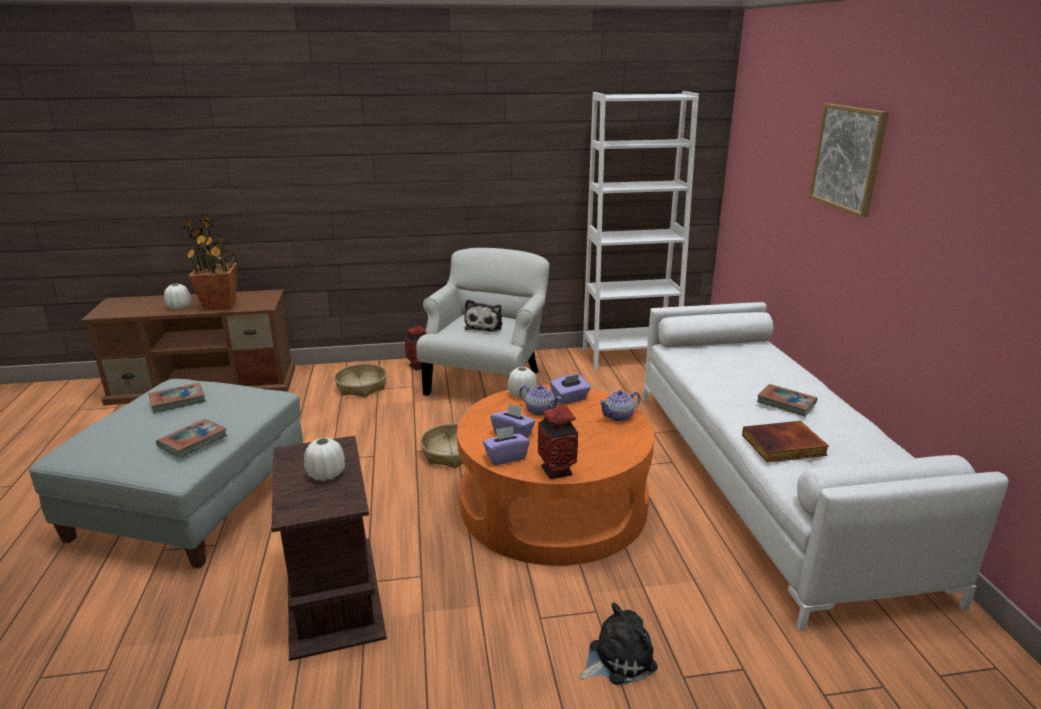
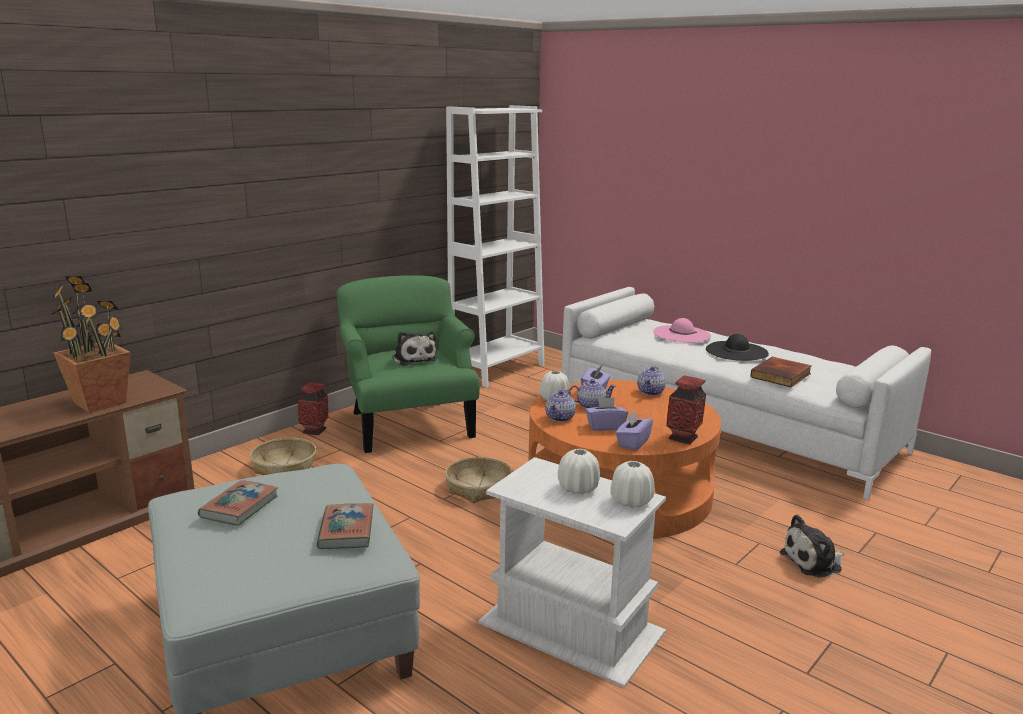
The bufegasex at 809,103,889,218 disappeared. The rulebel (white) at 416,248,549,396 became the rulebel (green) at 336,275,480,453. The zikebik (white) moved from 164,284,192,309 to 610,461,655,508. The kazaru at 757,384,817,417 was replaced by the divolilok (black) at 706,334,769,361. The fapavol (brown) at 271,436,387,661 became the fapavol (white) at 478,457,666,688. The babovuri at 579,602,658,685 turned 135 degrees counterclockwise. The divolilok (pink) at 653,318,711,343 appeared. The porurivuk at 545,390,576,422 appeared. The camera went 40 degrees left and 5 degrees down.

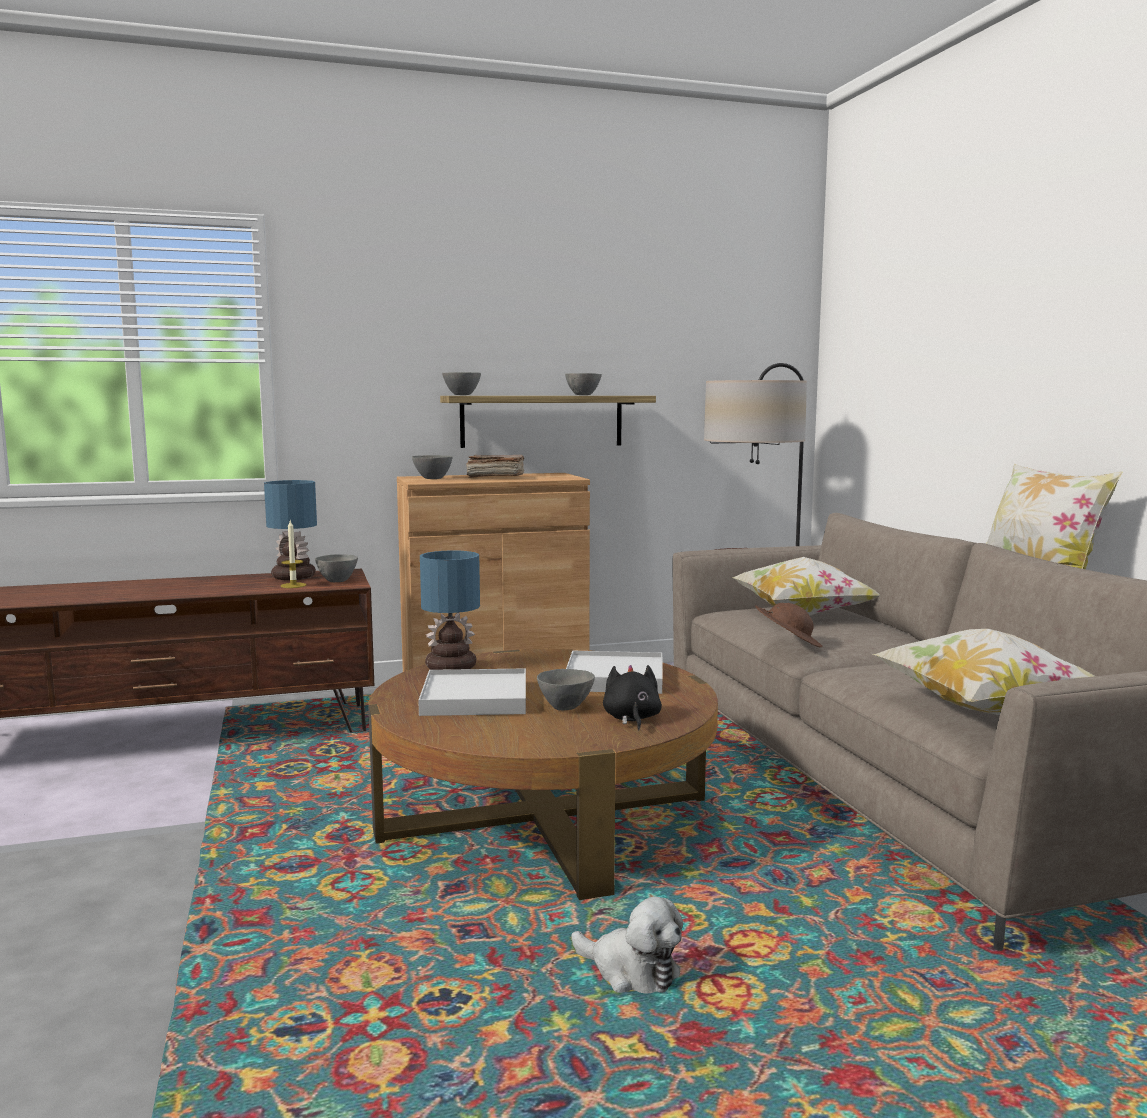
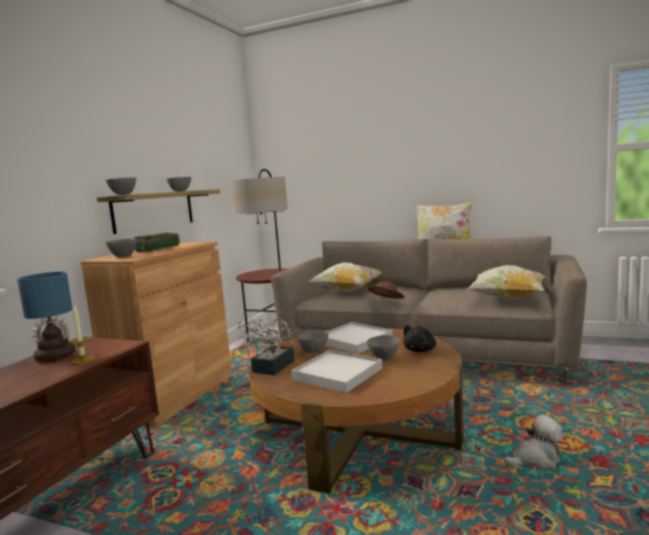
The kazaru (brown) at 466,455,524,478 became the kazaru (green) at 134,233,180,252. The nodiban at 420,550,480,670 was replaced by the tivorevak at 238,319,294,375. The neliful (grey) moved from 315,554,358,582 to 297,331,328,354. The babovuri (black) at 603,665,662,730 turned 90 degrees counterclockwise. The camera went 50 degrees left and 0 degrees up.

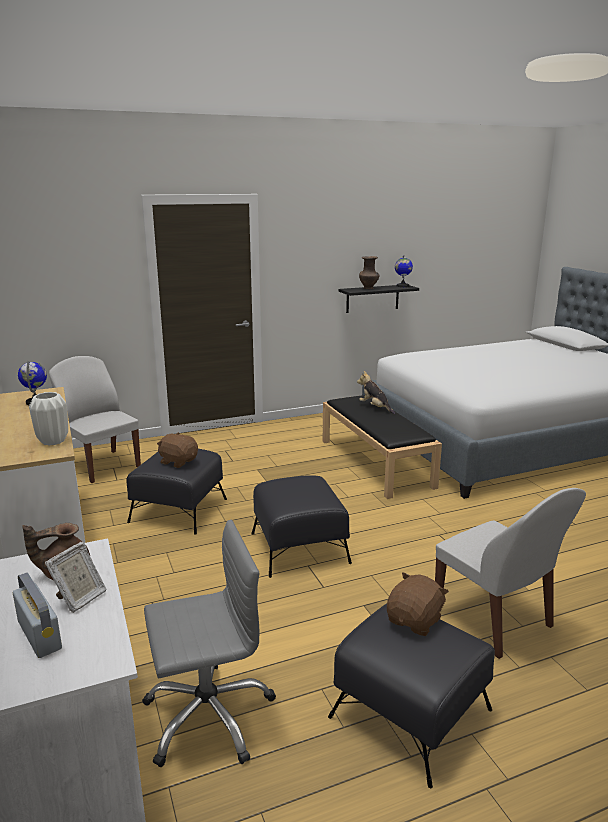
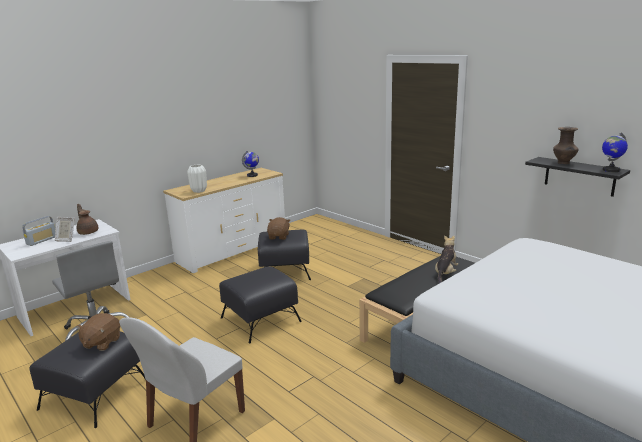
The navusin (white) at 49,356,141,483 disappeared. The babovuri (brown) at 387,572,449,636 turned 90 degrees clockwise. The camera went 70 degrees right and 0 degrees up.

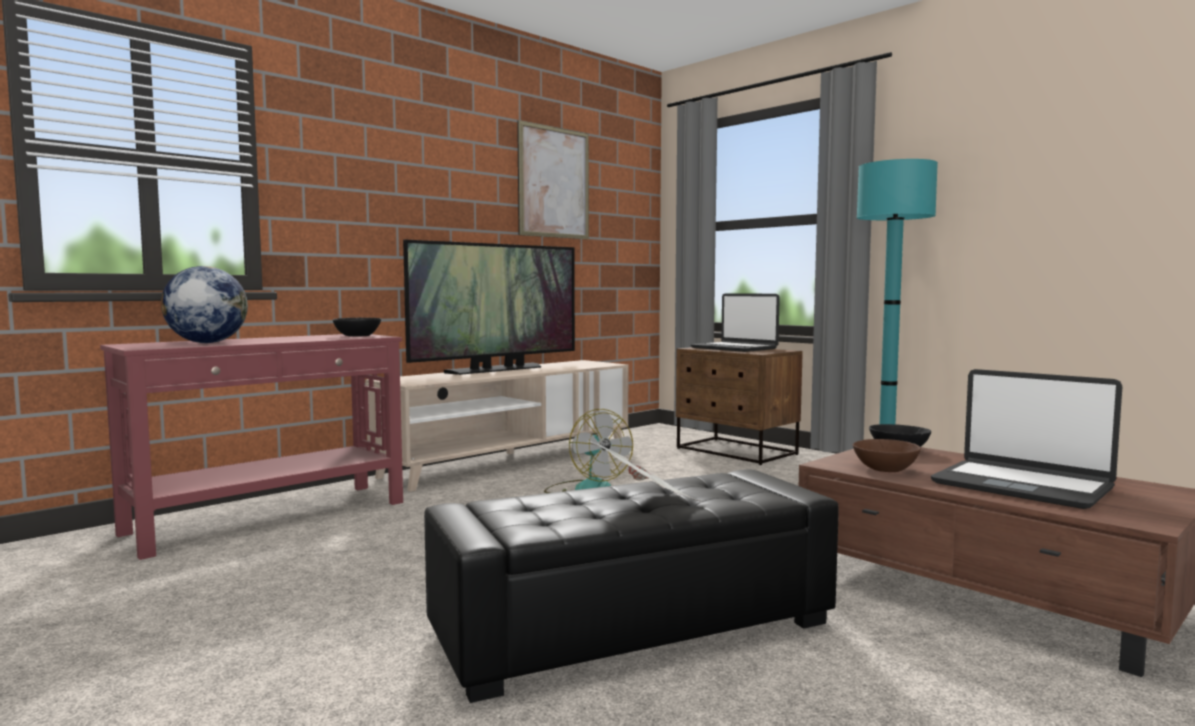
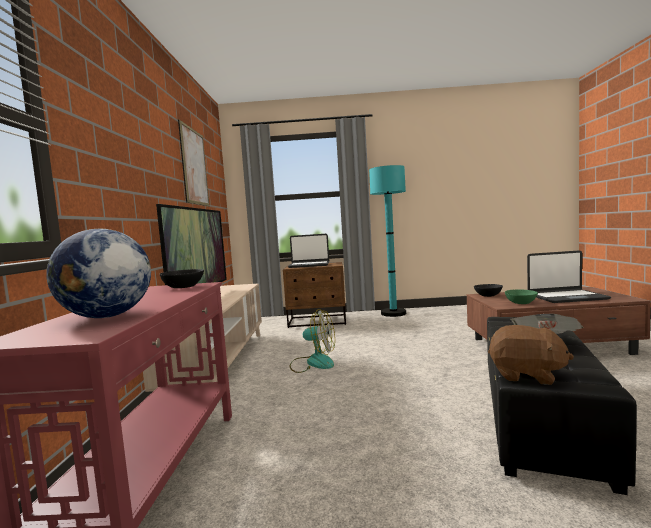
The neliful (brown) at 853,439,921,472 became the neliful (green) at 505,289,538,304. The babovuri (brown) at 488,325,574,385 appeared. The camera went 45 degrees left and 0 degrees up.

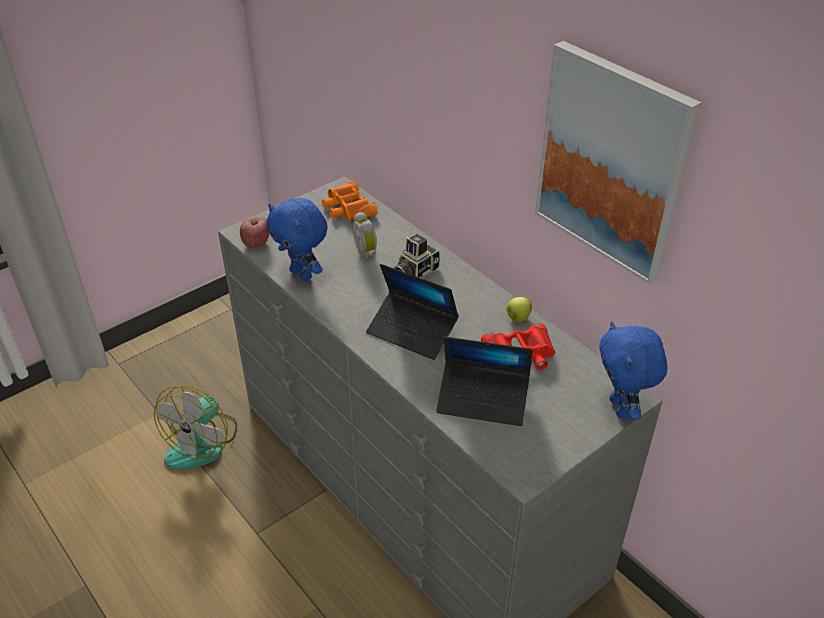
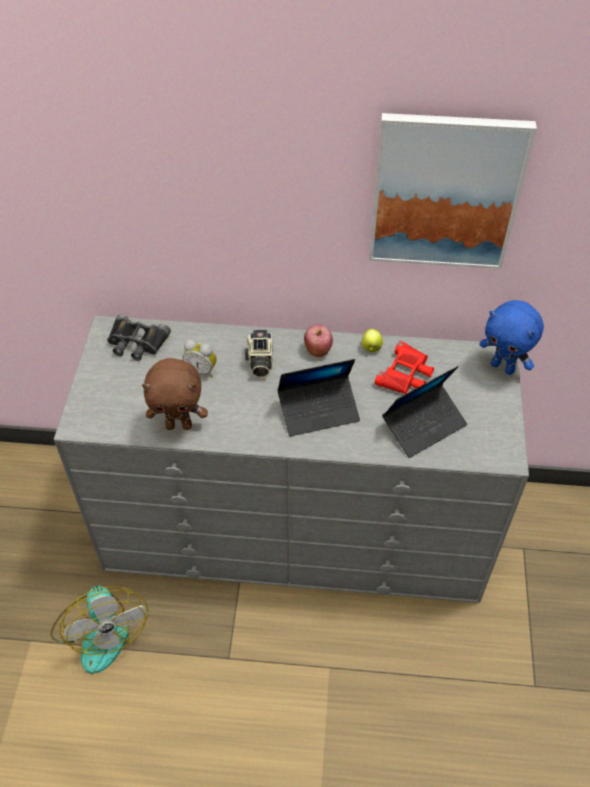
The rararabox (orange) at 322,181,378,221 became the rararabox (black) at 107,314,171,361. The babovuri (blue) at 267,198,328,281 became the babovuri (brown) at 142,358,208,430. The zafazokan moved from 240,216,269,248 to 304,324,333,357. The camera went 45 degrees left and 10 degrees up.

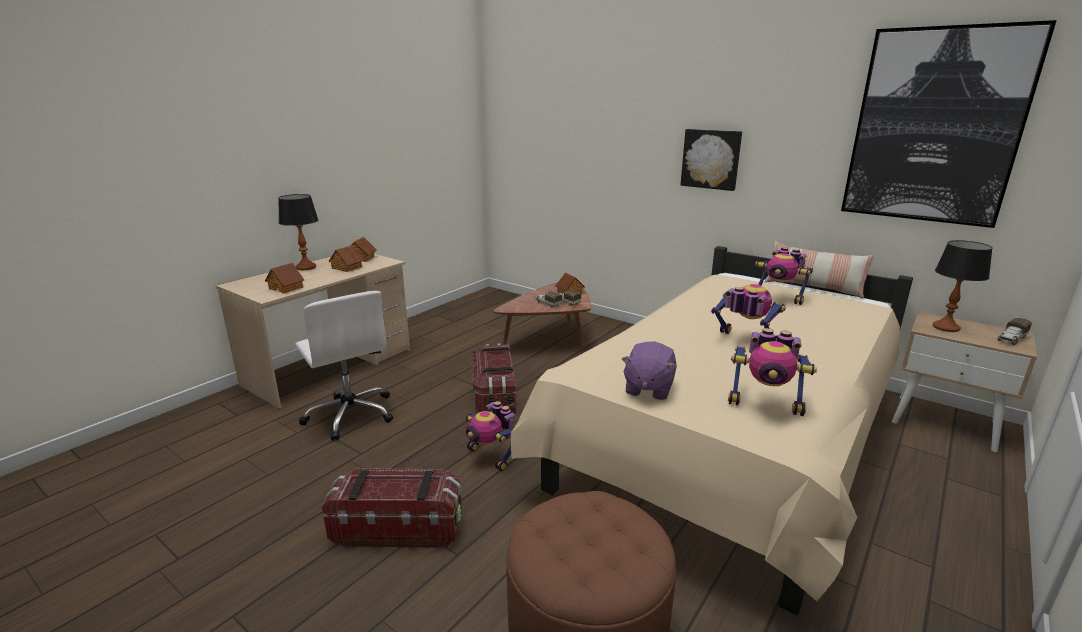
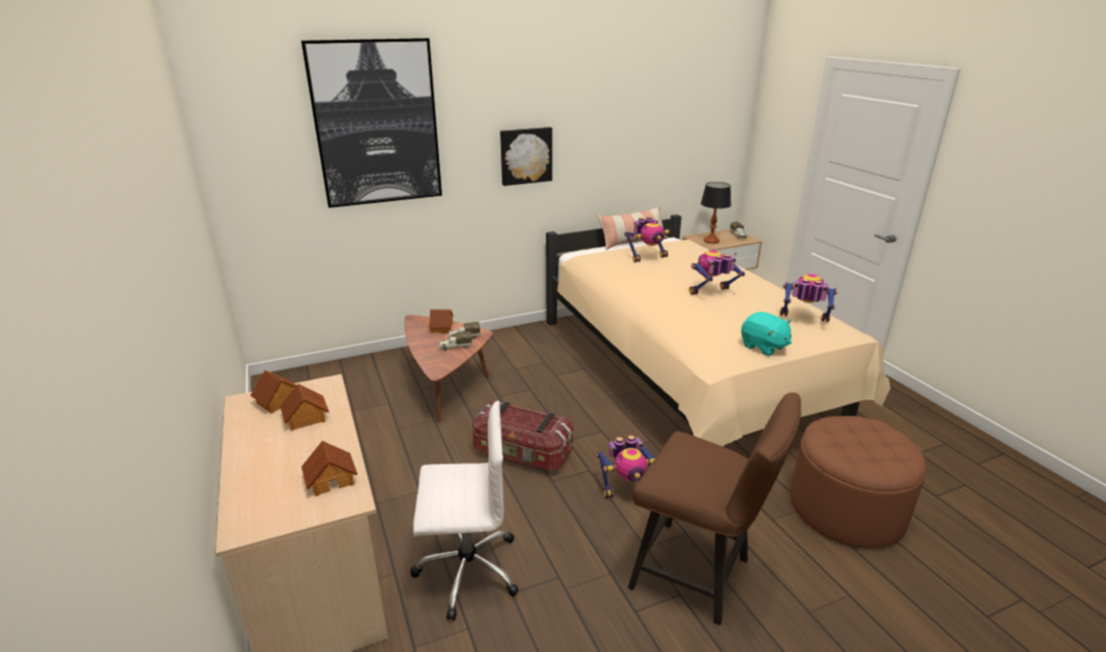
The bufegasex moved from 841,20,1057,228 to 301,38,442,208. The nodiban at 278,194,318,270 disappeared. The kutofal at 728,328,817,416 turned 120 degrees counterclockwise. The babovuri (purple) at 622,341,676,400 became the babovuri (turquoise) at 741,312,792,356. The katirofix at 322,468,462,548 was replaced by the navusin (brown) at 628,392,801,625. The camera went 60 degrees left and 5 degrees up.

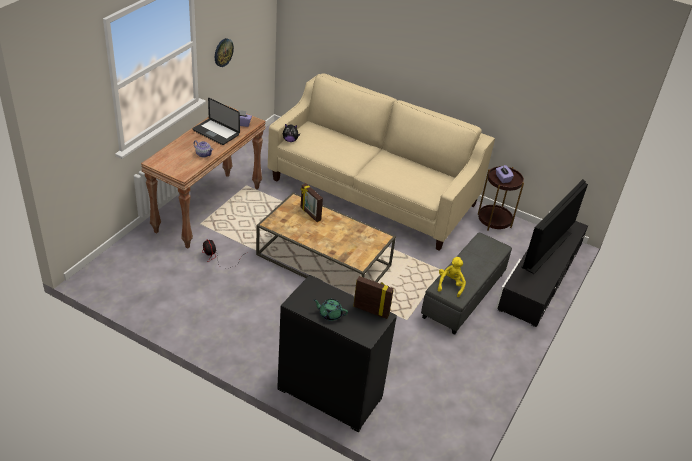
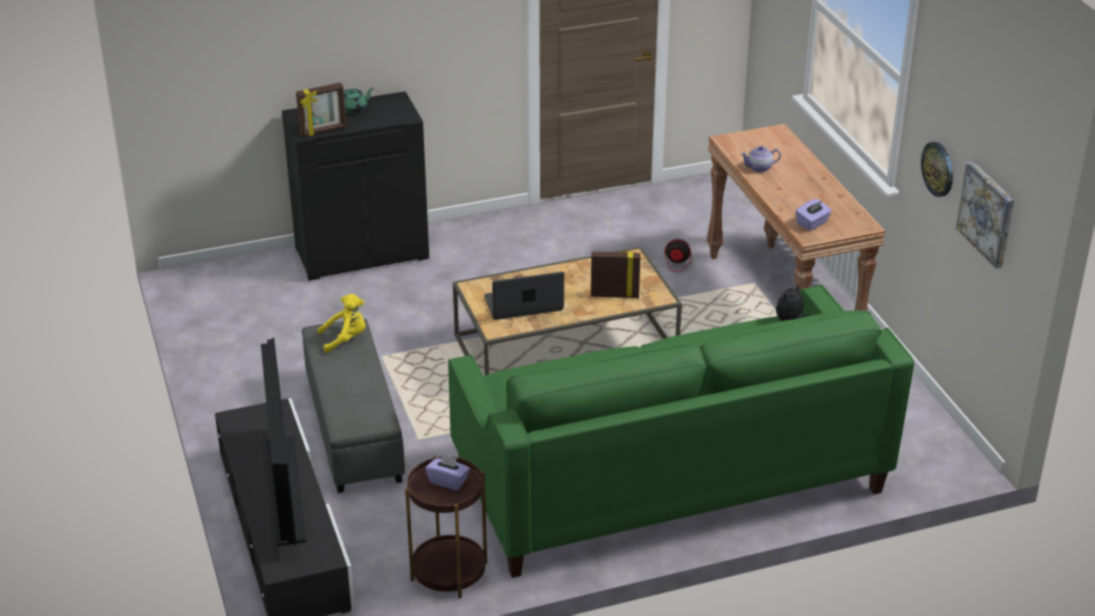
The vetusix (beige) at 268,73,495,251 became the vetusix (green) at 448,284,914,578. The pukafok moved from 192,98,240,145 to 485,272,564,320. The babovuri (yellow) at 438,257,466,297 turned 75 degrees counterclockwise. The bufegasex at 956,161,1014,268 appeared. The camera went 135 degrees right and 5 degrees down.

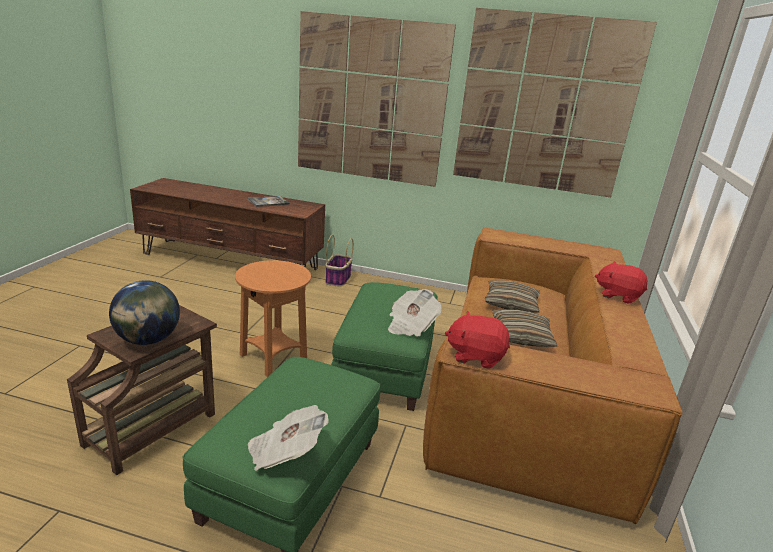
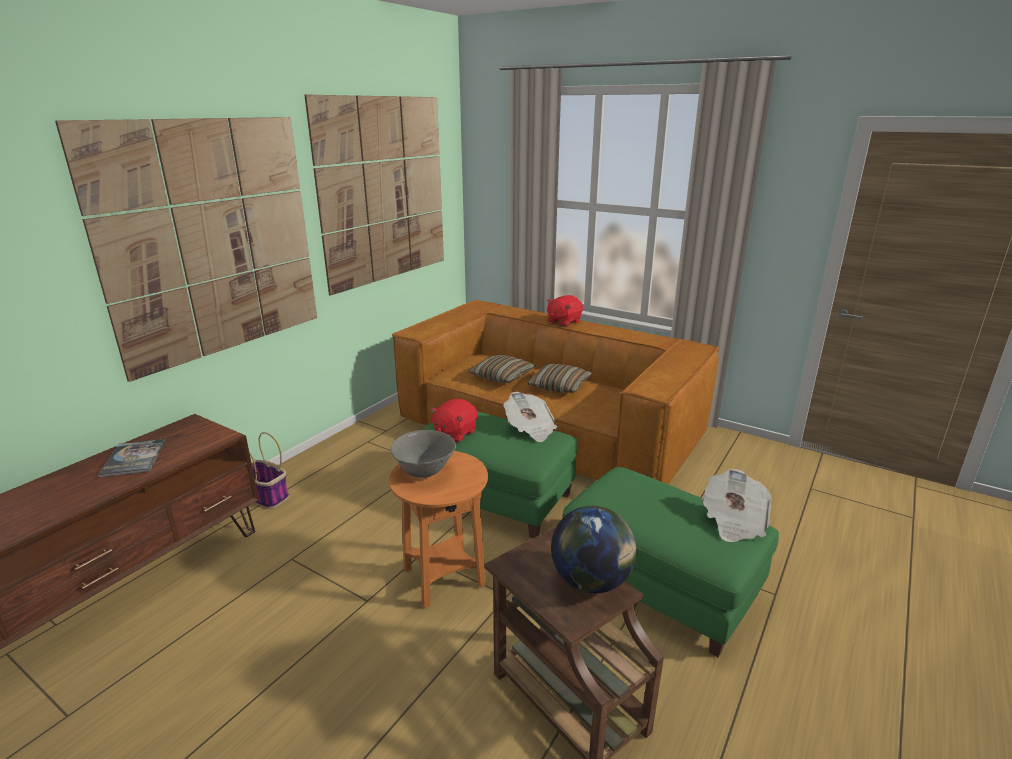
The babovuri (red) moved from 445,311,510,369 to 430,399,478,443. The neliful (grey) at 390,430,456,478 appeared. The camera went 70 degrees left and 0 degrees up.

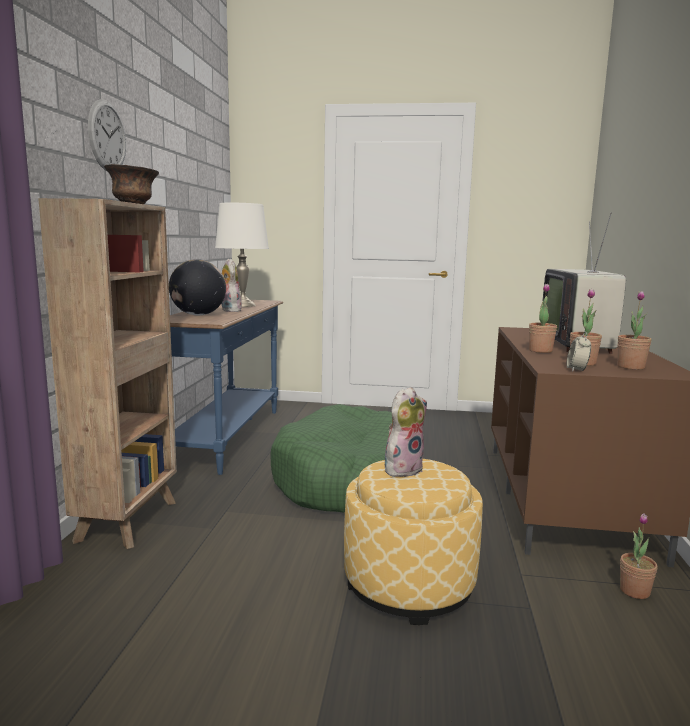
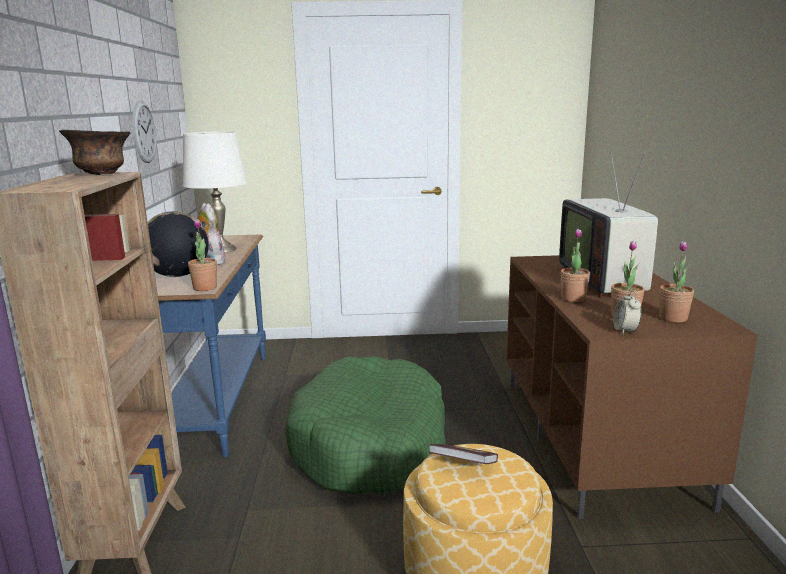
The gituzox moved from 88,99,126,171 to 132,100,157,163. The babovuri at 384,387,427,477 was replaced by the kazaru at 429,444,498,464. The tivorevak moved from 620,513,657,599 to 188,219,217,291. The camera went 10 degrees left and 5 degrees up.

